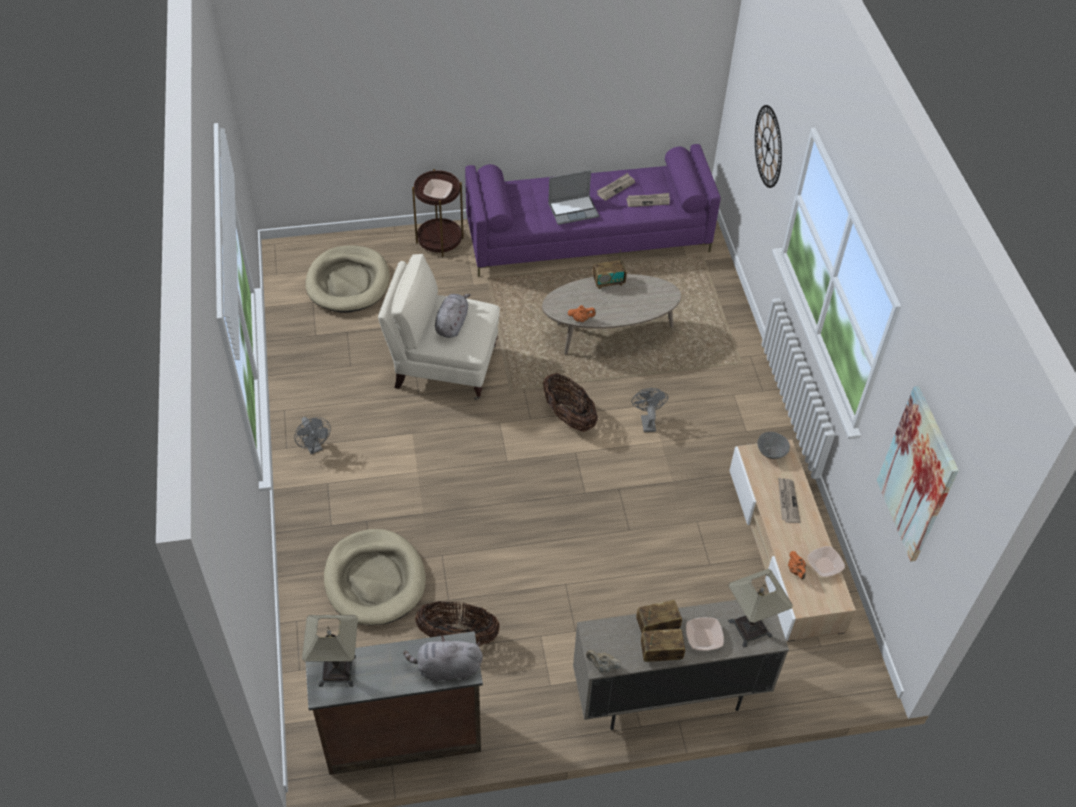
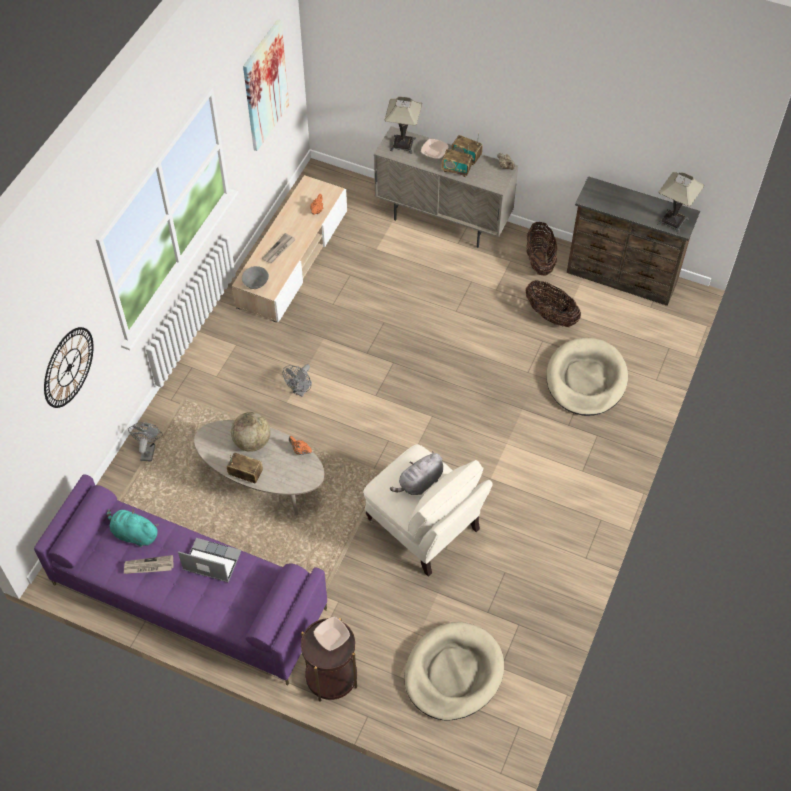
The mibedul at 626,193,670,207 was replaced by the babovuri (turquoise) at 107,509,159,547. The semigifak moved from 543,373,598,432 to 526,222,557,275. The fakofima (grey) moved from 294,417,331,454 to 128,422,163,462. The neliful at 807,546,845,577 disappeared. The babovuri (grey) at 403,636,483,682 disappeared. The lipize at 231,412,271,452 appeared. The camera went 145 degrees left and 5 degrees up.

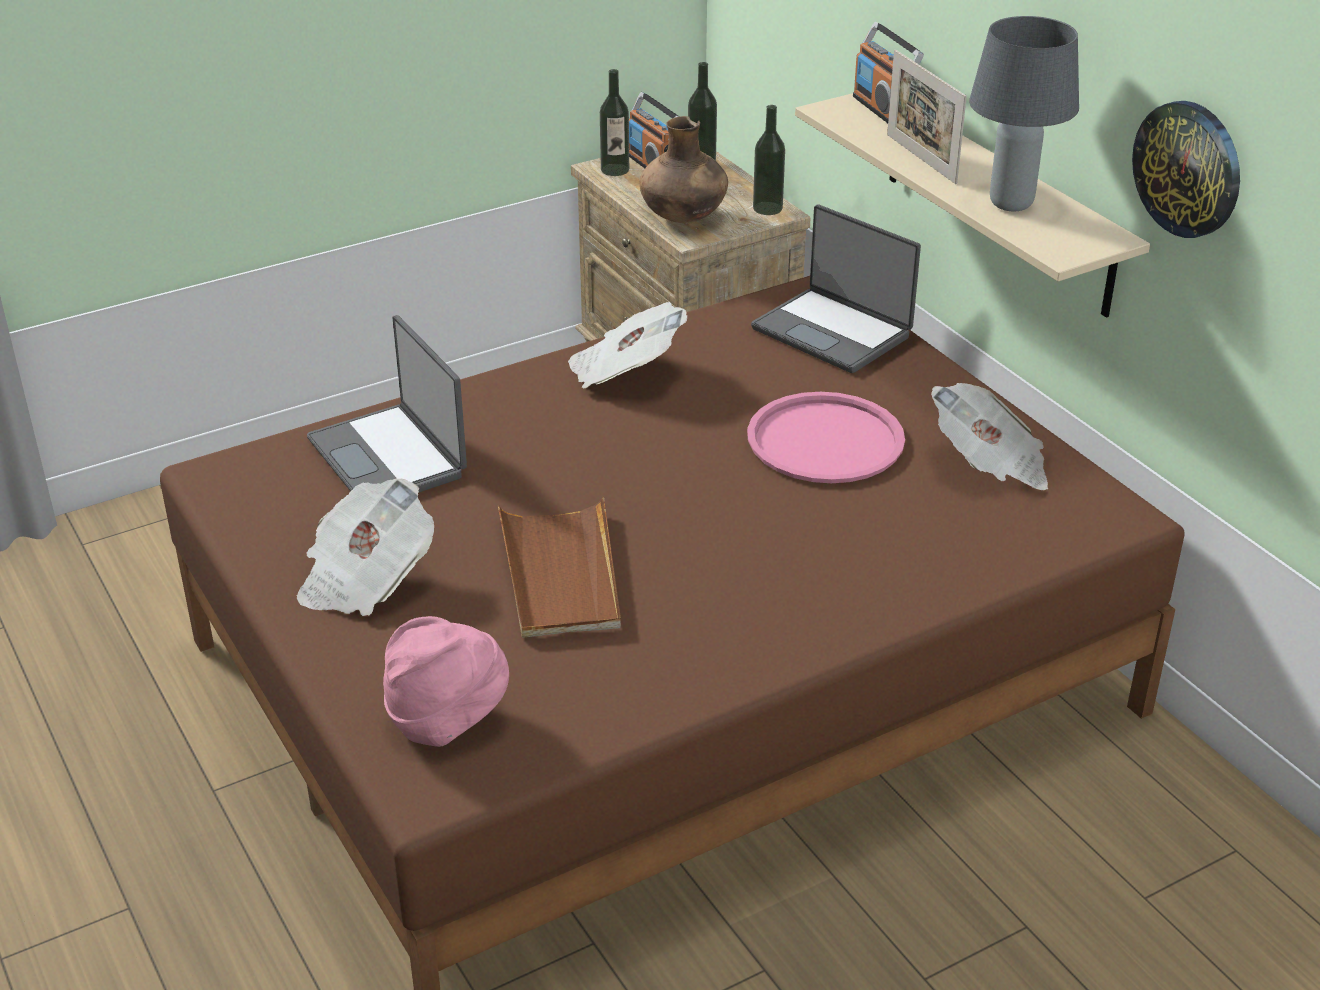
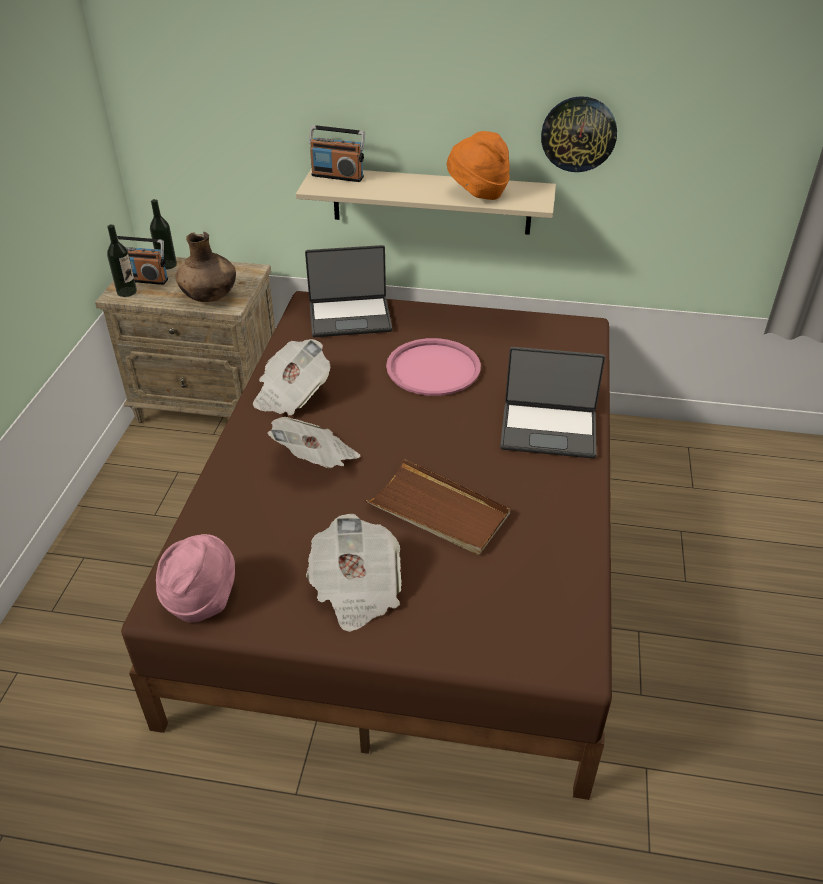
The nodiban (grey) at 969,16,1079,211 was replaced by the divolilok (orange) at 447,131,510,200. The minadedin at 887,50,967,184 disappeared. The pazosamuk at 753,105,785,215 disappeared. The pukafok moved from 307,315,467,492 to 500,347,605,458. The mibedul moved from 931,383,1048,490 to 267,417,360,468. The divolilok (pink) moved from 383,616,509,747 to 156,534,235,622. The camera went 50 degrees left and 5 degrees up.

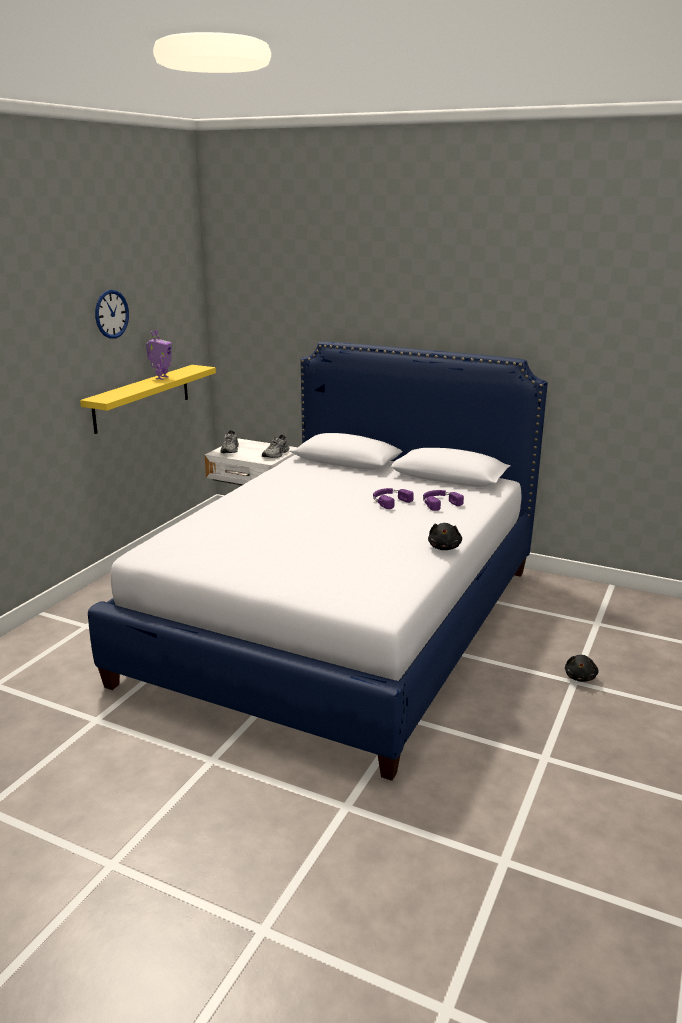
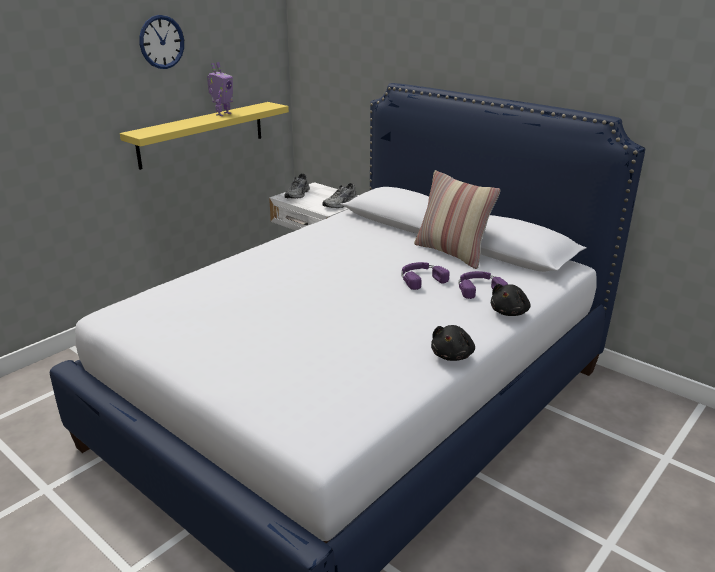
The babovuri (black) moved from 565,655,599,682 to 491,284,530,316. The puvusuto at 414,170,501,269 appeared. The camera went 15 degrees right and 5 degrees up.

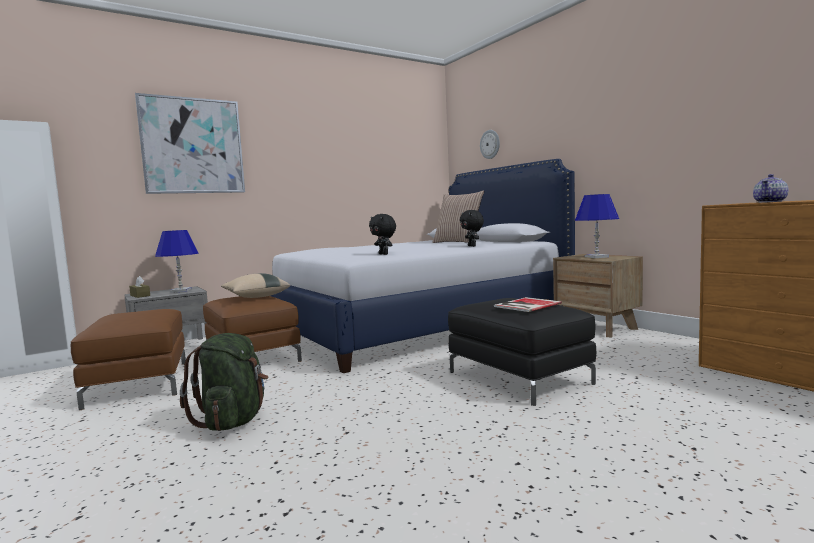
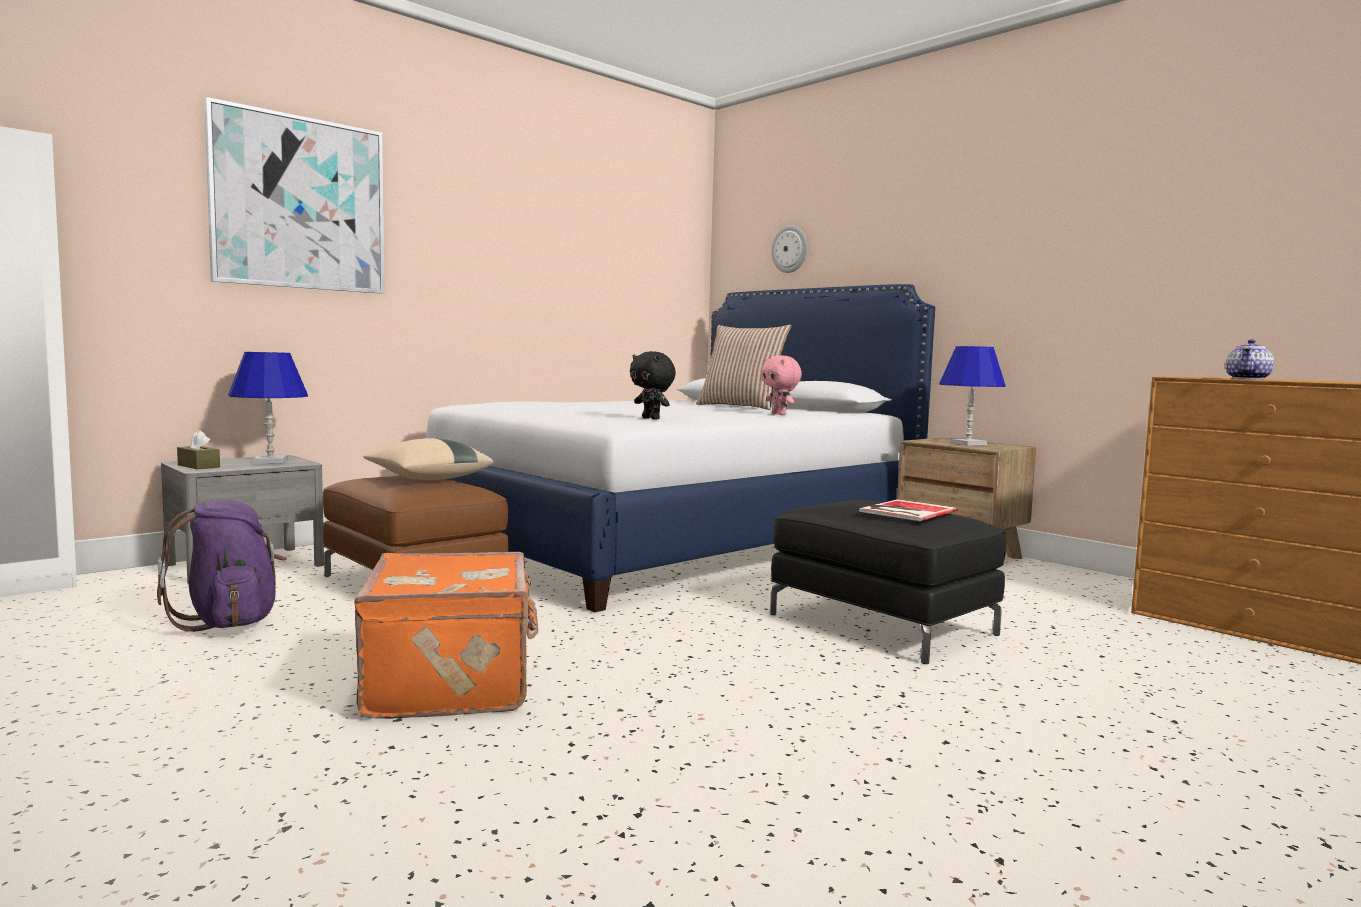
The babovuri (black) at 460,210,484,247 became the babovuri (pink) at 762,355,802,415. The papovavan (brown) at 71,309,186,410 was replaced by the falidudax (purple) at 157,499,287,632. The falidudax (green) at 180,333,269,431 was replaced by the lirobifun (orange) at 354,552,538,719. The camera went 10 degrees left and 0 degrees up.

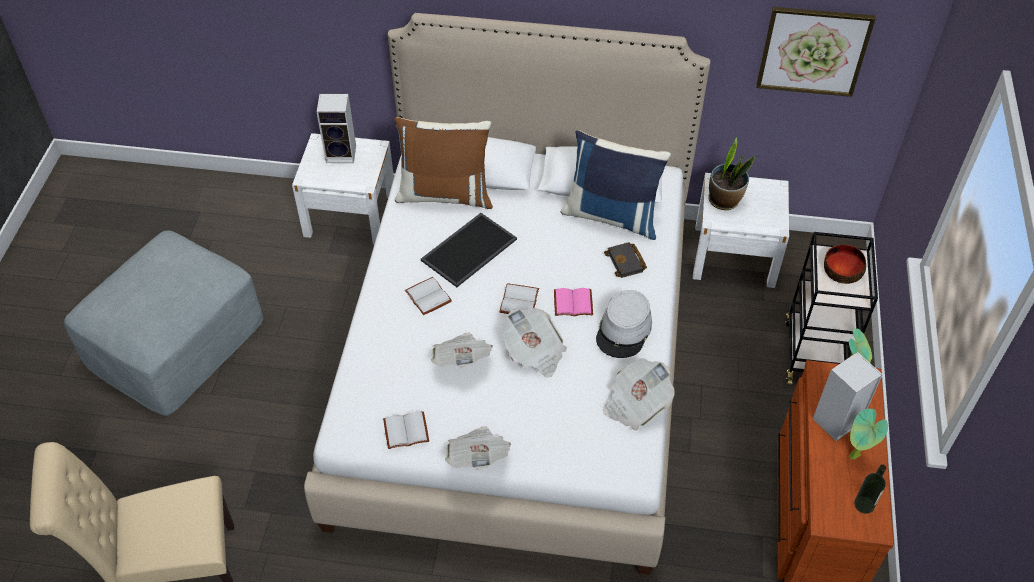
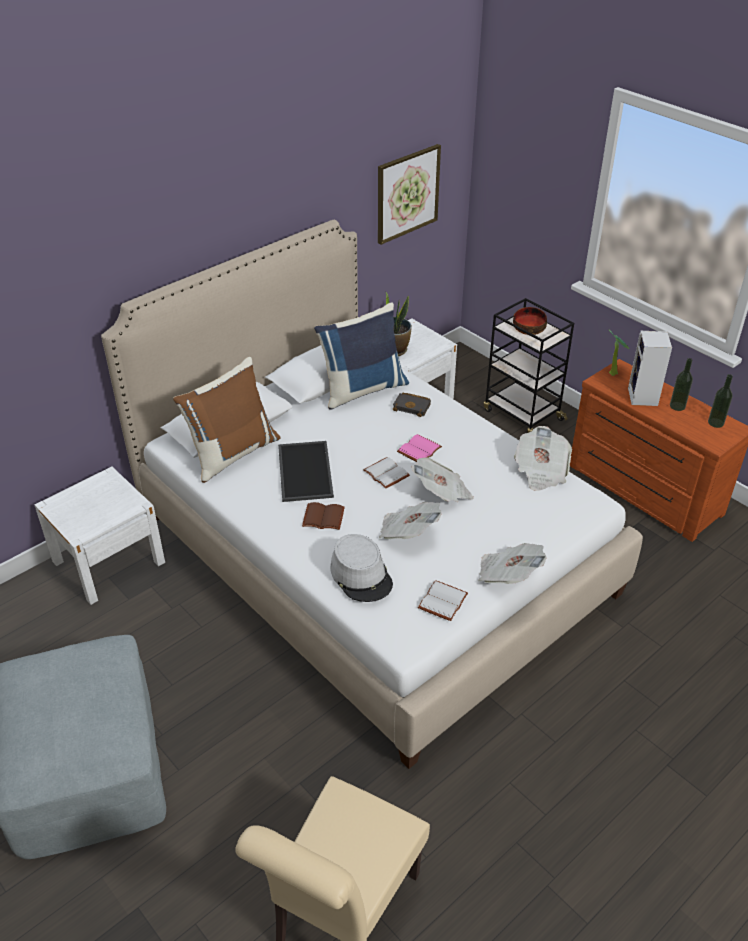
The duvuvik at 317,94,356,163 disappeared. The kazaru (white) at 405,277,452,315 became the kazaru (brown) at 302,502,345,530. The divolilok (grey) moved from 596,290,652,358 to 330,534,393,602. The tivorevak at 849,409,888,460 was replaced by the pazosamuk at 670,358,693,411. The camera went 50 degrees left and 10 degrees down.

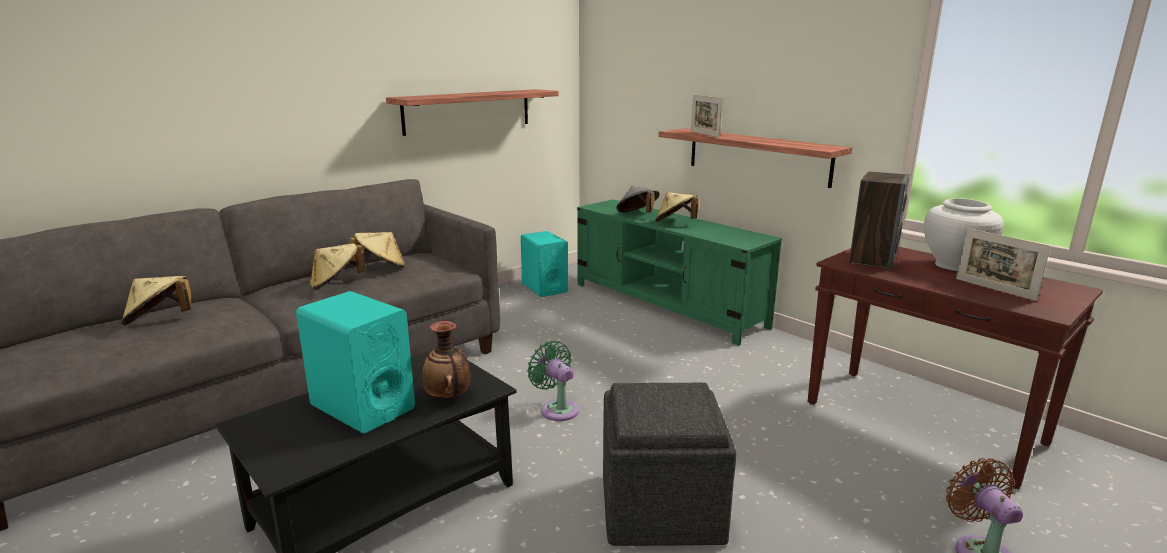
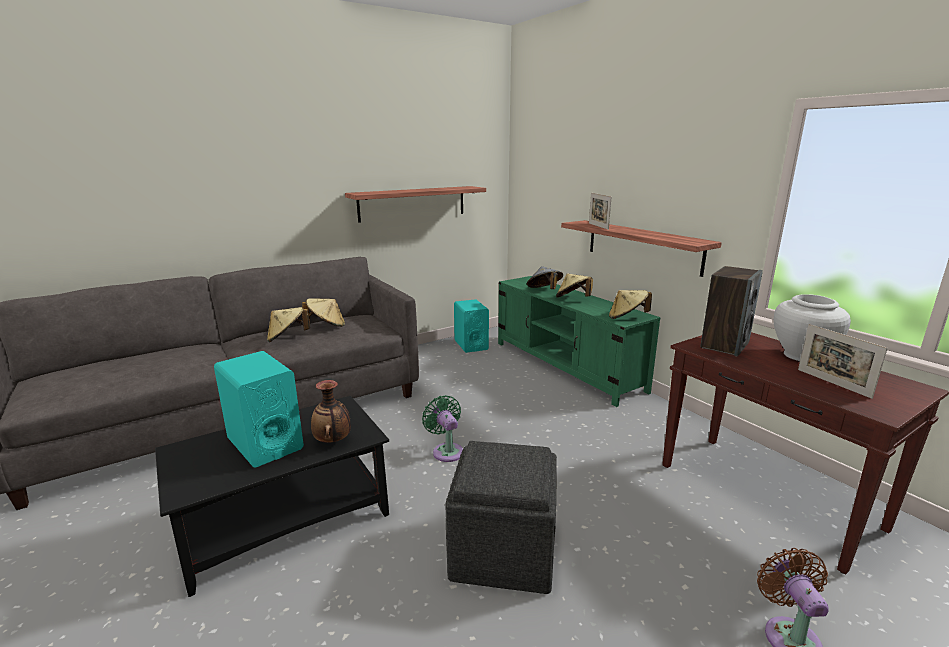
The divolilok (beige) moved from 121,276,191,325 to 609,290,652,319. The camera went 10 degrees right and 0 degrees up.

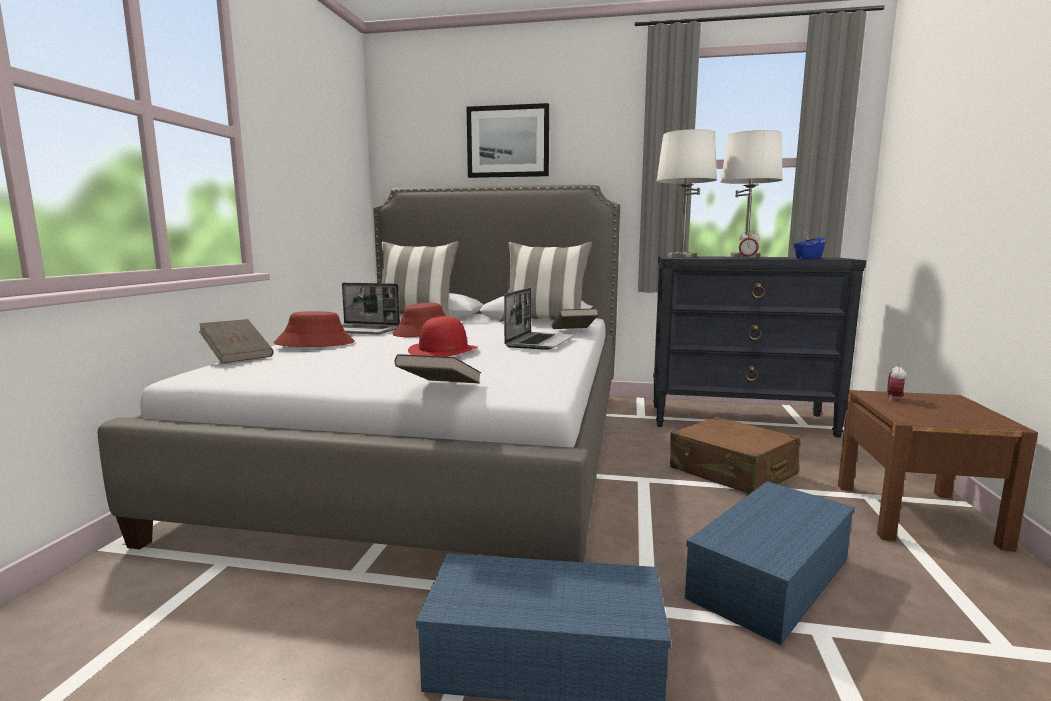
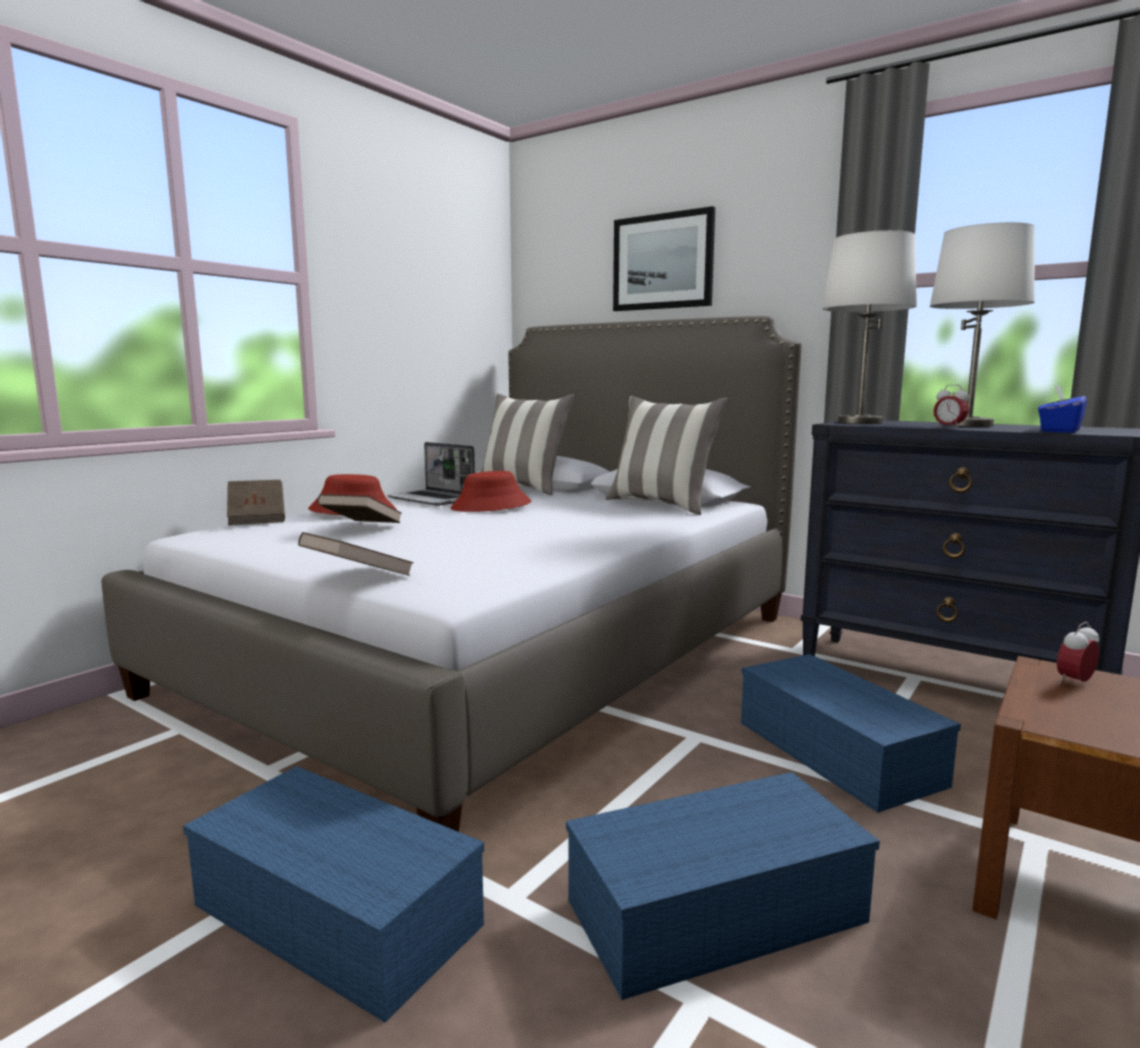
The pukafok at 504,288,574,350 disappeared. The kazaru (brown) moved from 552,308,598,329 to 317,494,402,523. The divolilok (red) at 408,316,478,357 disappeared. The lirobifun (brown) at 670,417,801,494 was replaced by the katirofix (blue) at 741,654,961,813. The camera went 25 degrees right and 0 degrees up.

